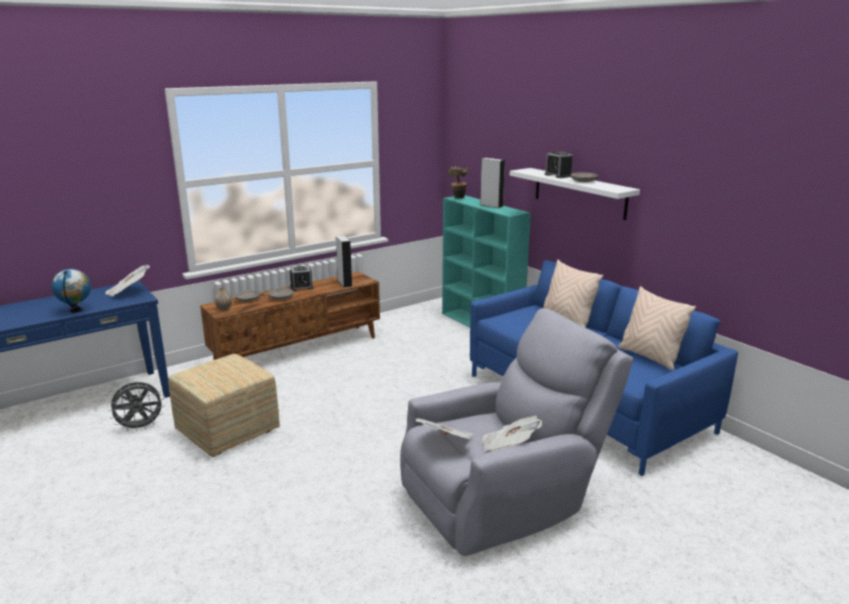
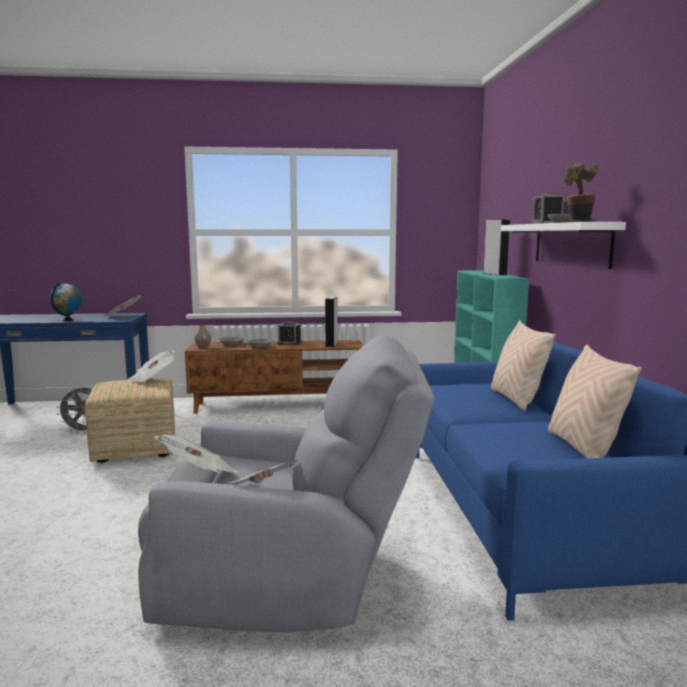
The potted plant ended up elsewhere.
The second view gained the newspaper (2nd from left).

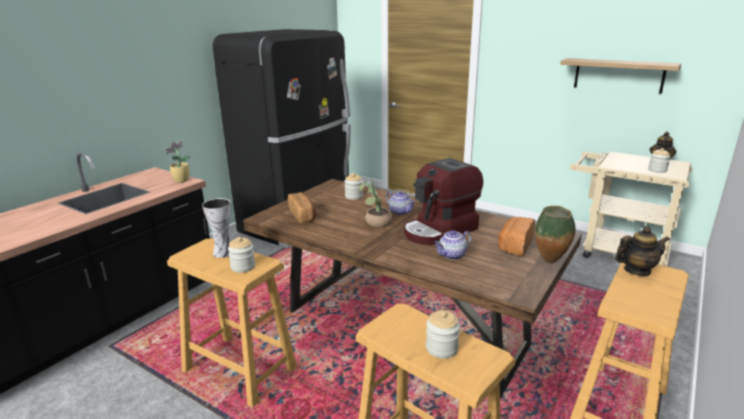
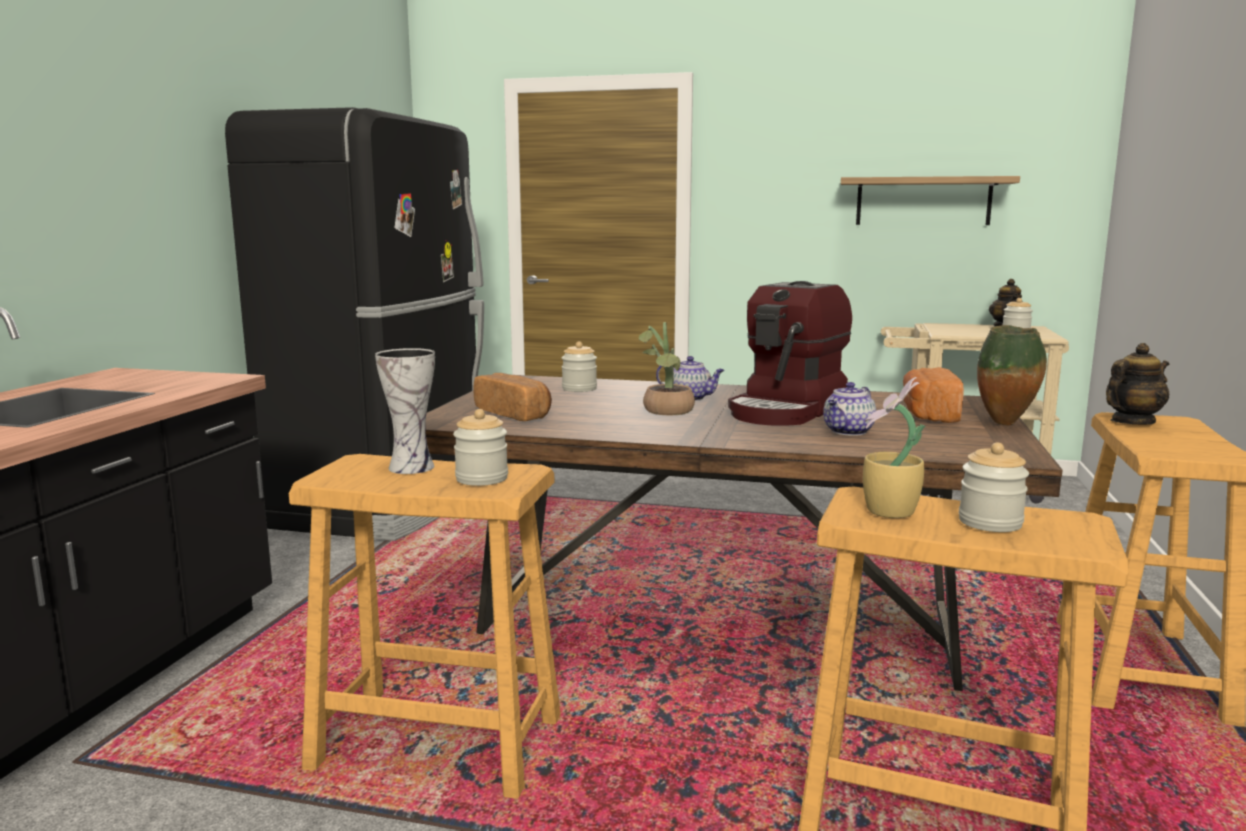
The potted plant (1st from left in the first image) ended up elsewhere.

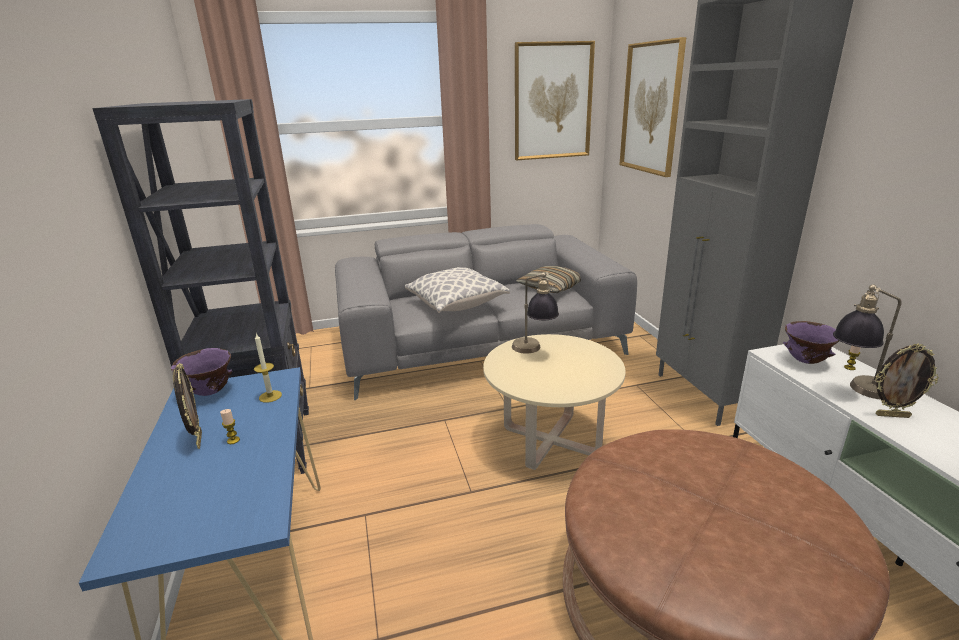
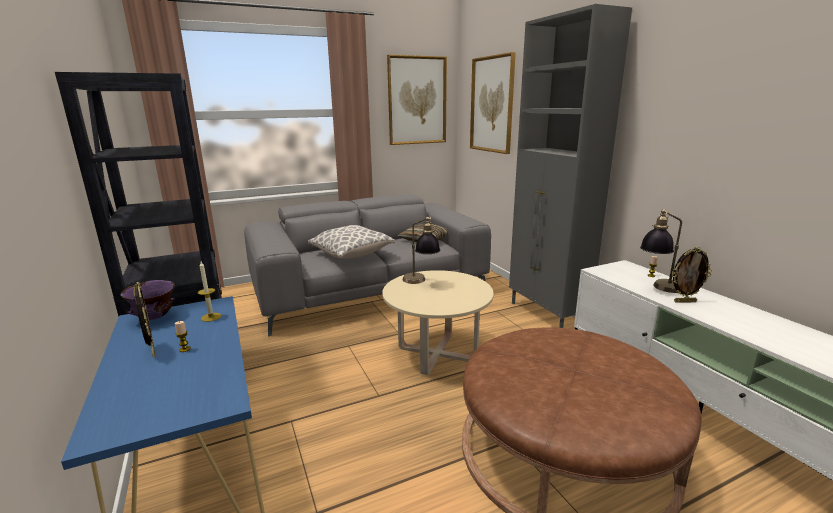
The second view lost the purple bowl (2nd from left).

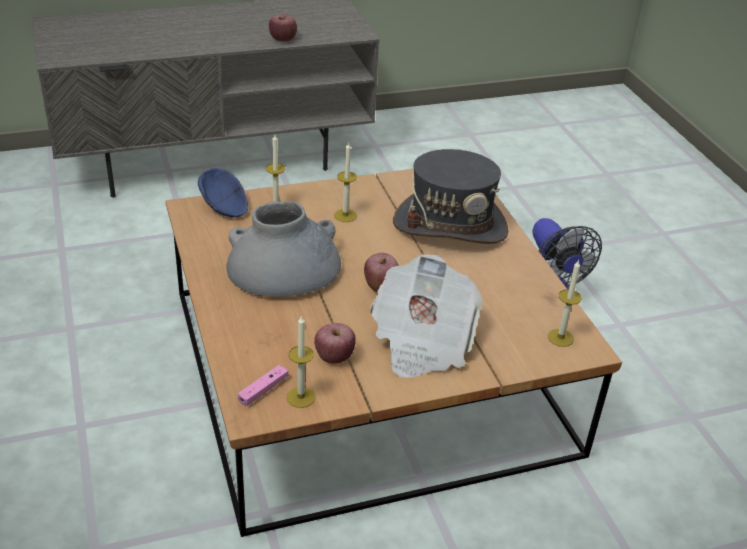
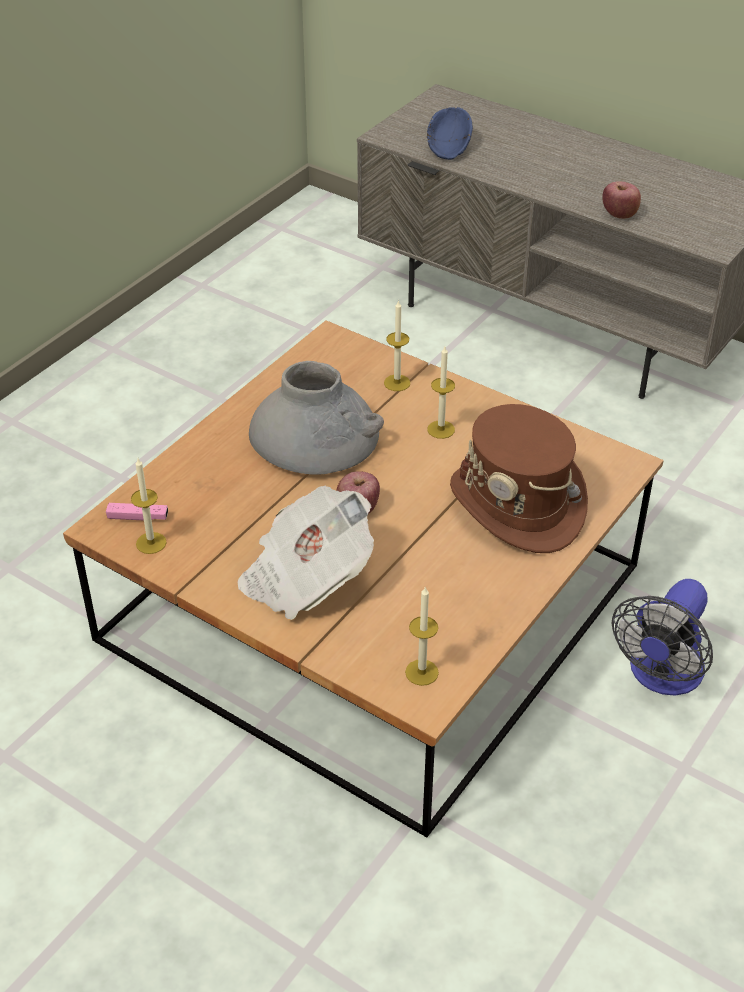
The blue bowl ended up elsewhere.
The second view lost the apple (2nd from left).
What was the grey hat turned into the brown hat.

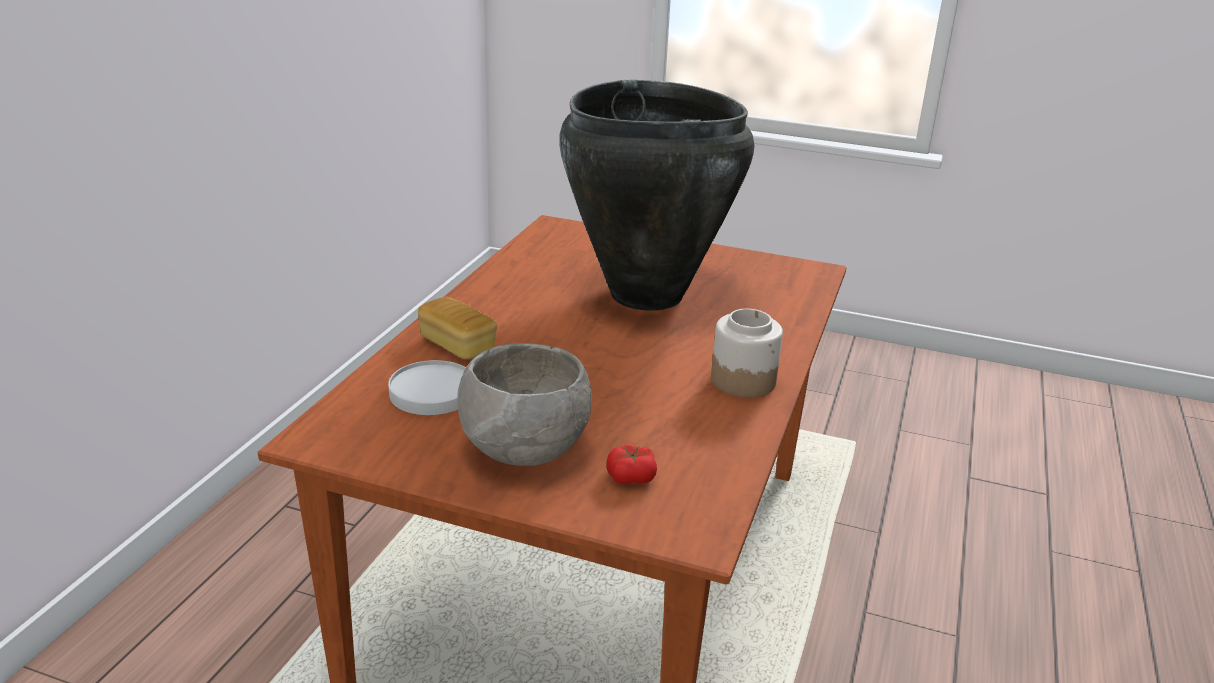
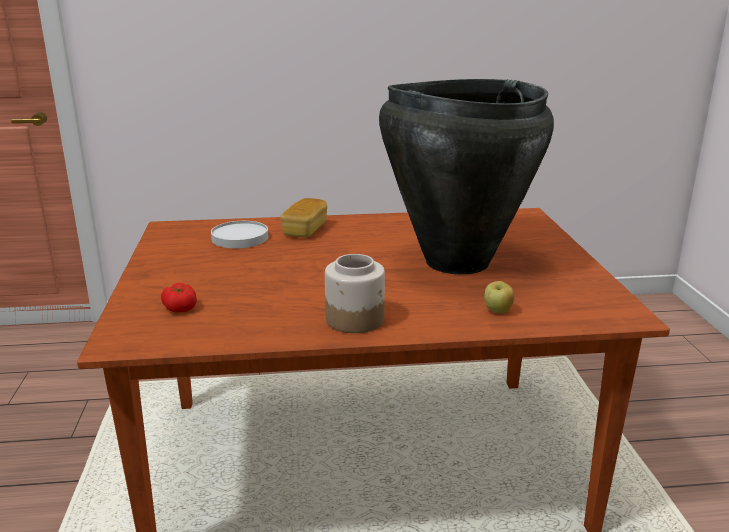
The second view lost the grey bowl.
The second view gained the apple.

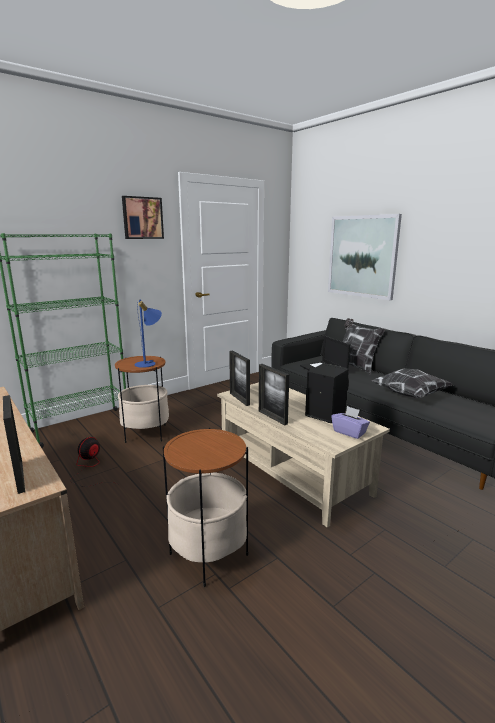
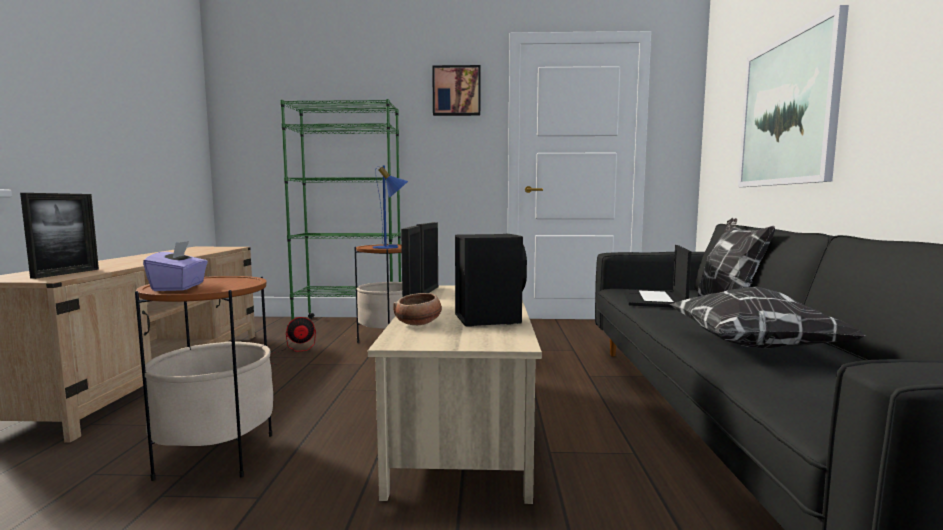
The purple tissue box ended up elsewhere.
The second view gained the bowl.

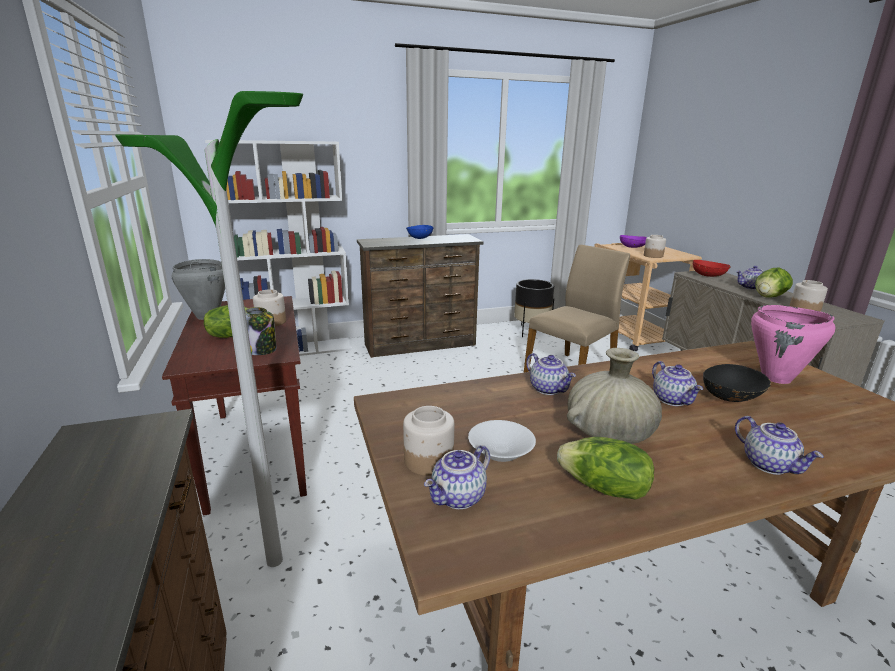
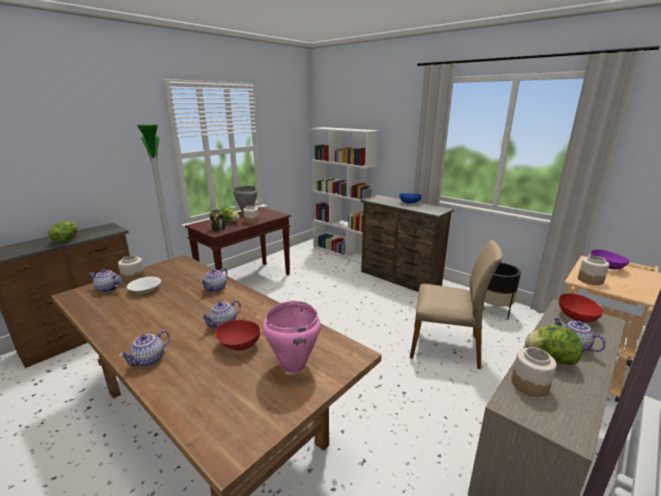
The lettuce (2nd from left in the first image) ended up elsewhere.
The second view lost the beige vase.
What was the black bowl turned into the red bowl (1st from left).

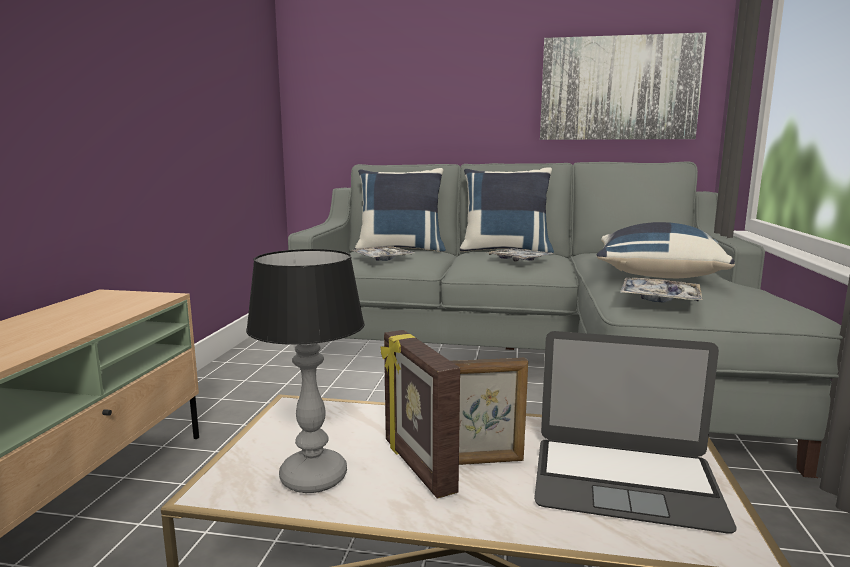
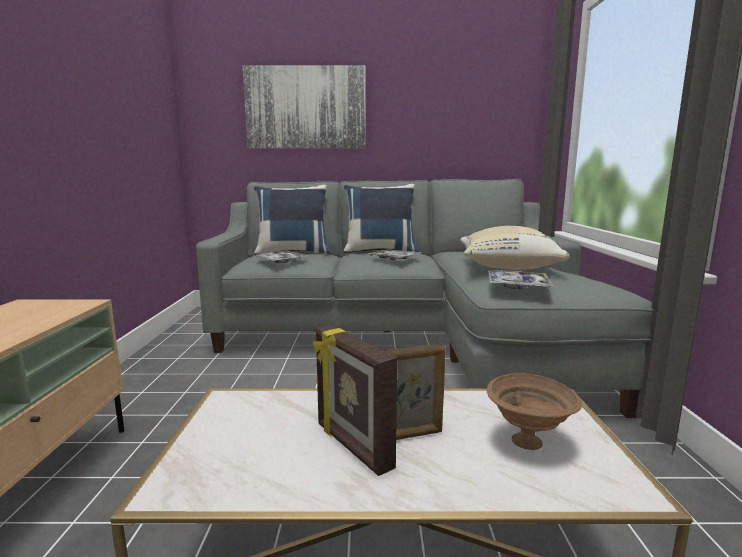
The second view lost the table lamp.
Where the laptop stood, the brown bowl came to stand.
The picture ended up elsewhere.
What was the blue pillow (3rd from left) turned into the beige pillow.

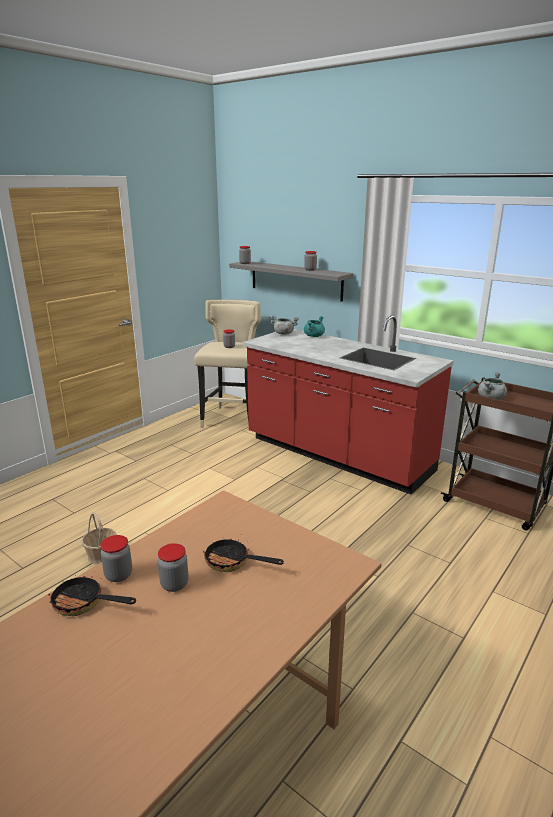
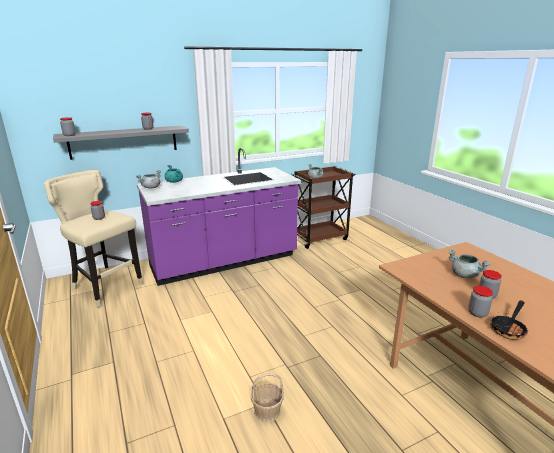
Where the frying pan (2nd from left) stood, the grey cooking pot (3rd from left) came to stand.
What was the red counter turned into the purple counter.

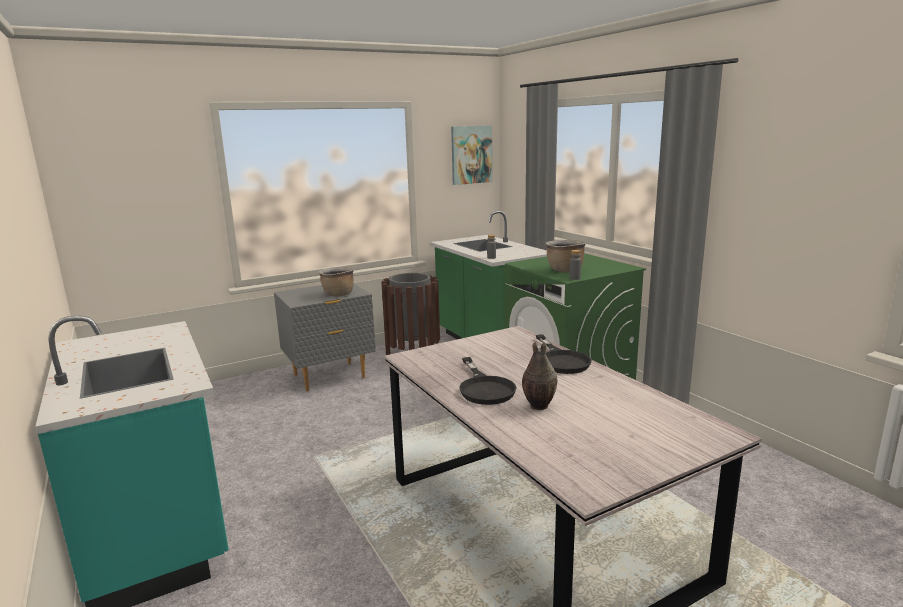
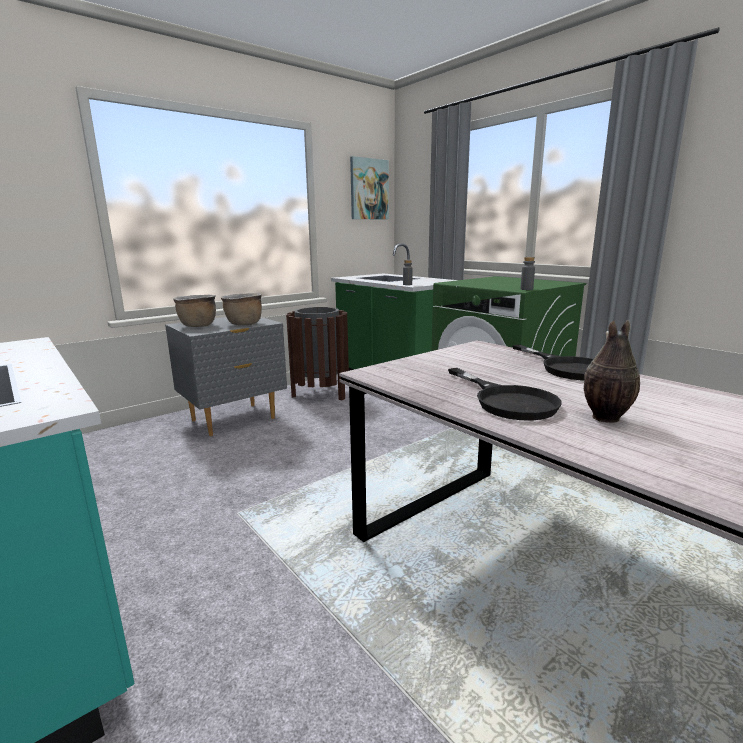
The brown cooking pot (2nd from left in the first image) ended up elsewhere.

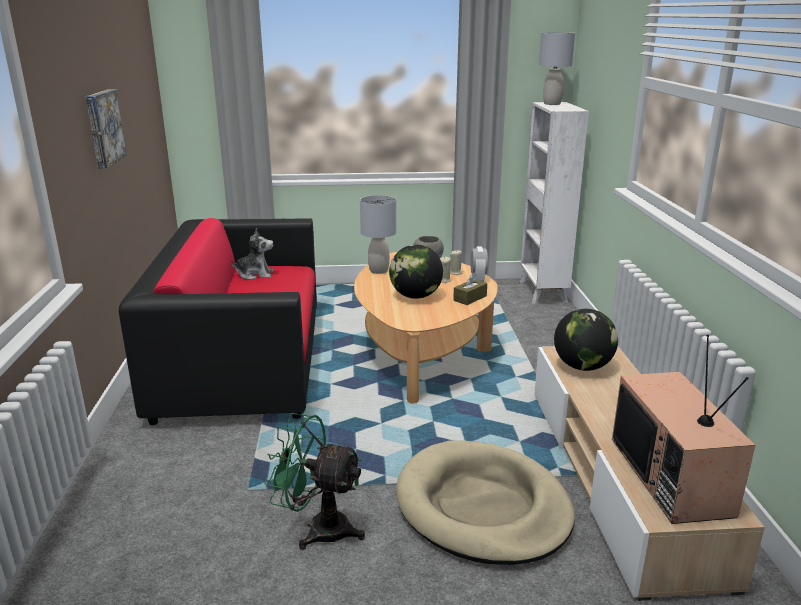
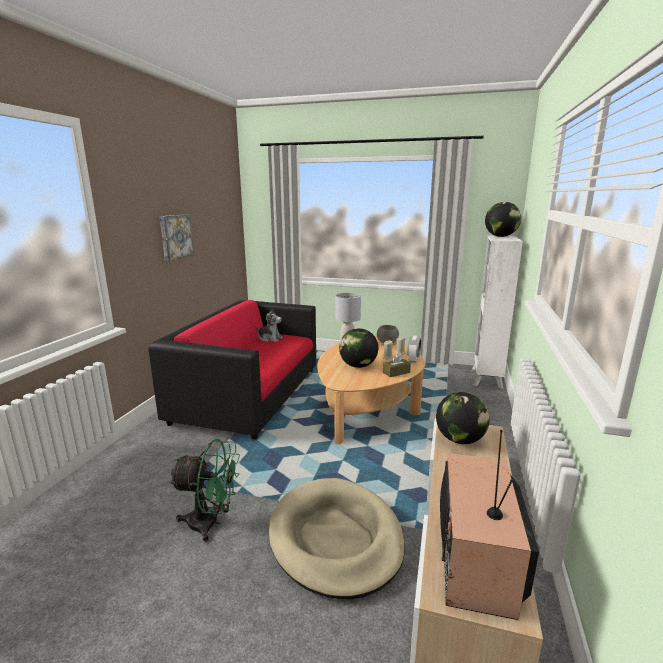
The green fan ended up facing another way, 150 degrees clockwise from before.
Where the grey table lamp (2nd from left) stood, the globe (3rd from left) came to stand.

